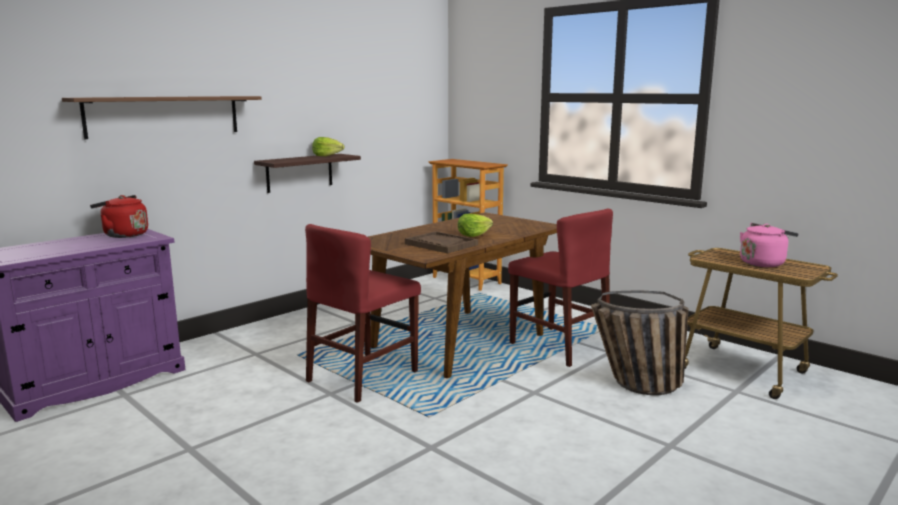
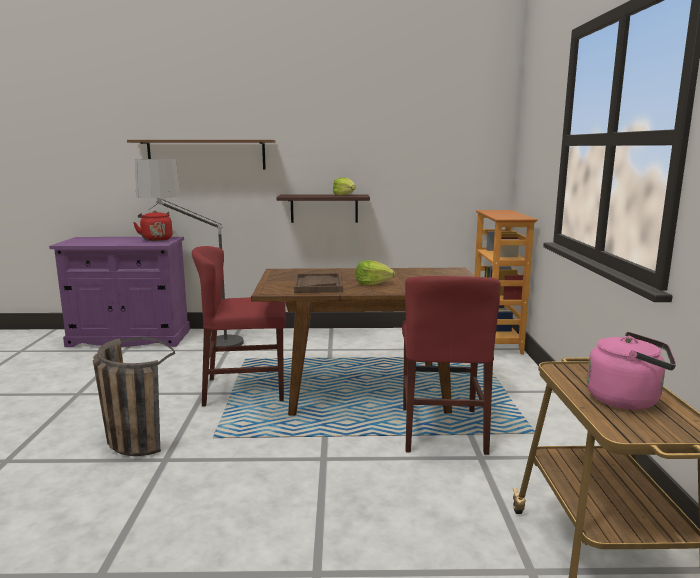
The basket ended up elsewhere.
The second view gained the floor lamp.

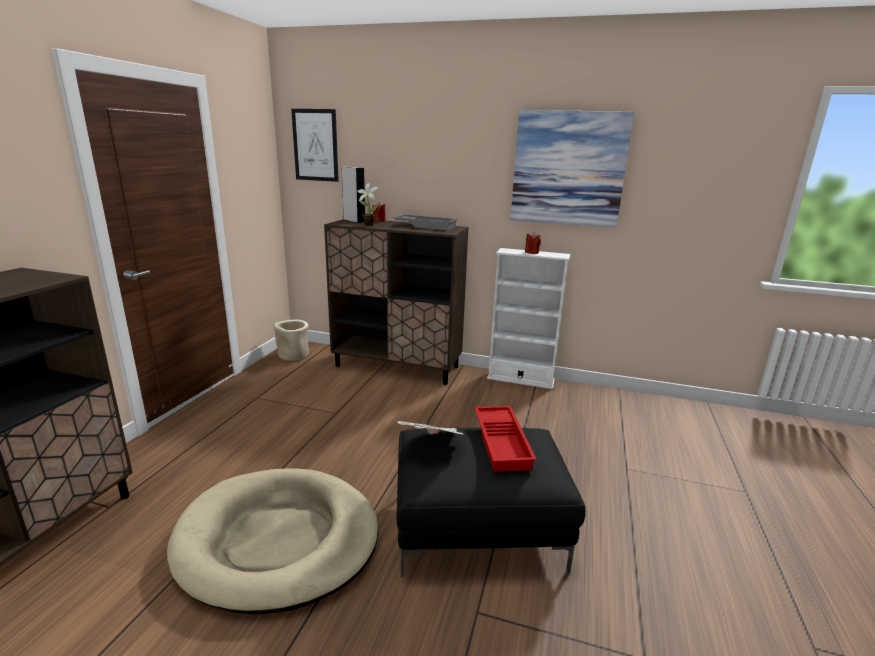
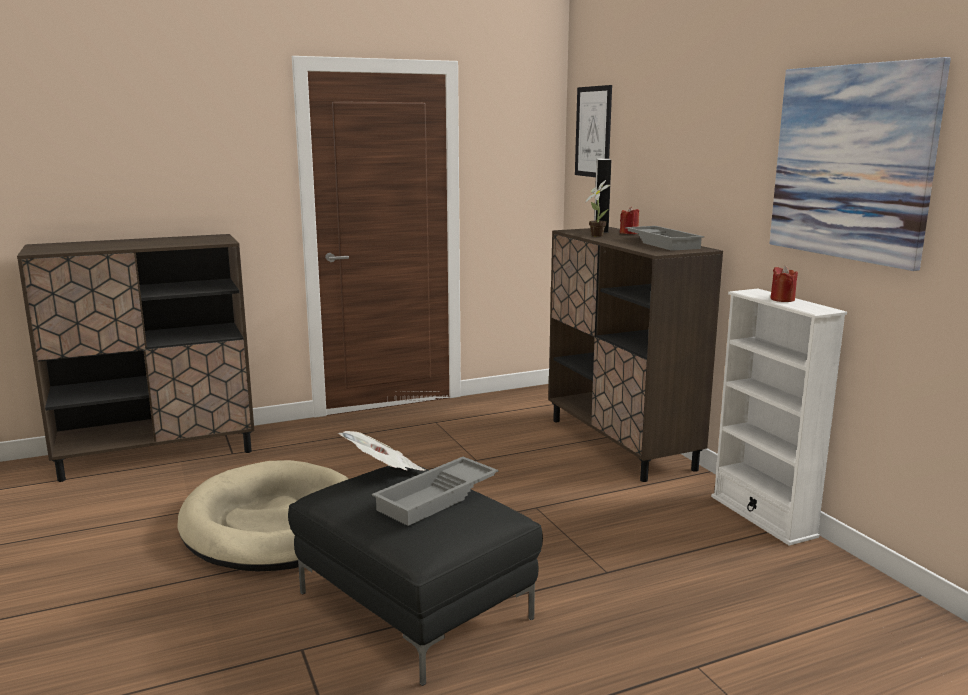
The second view lost the beige planter.
What was the red tray turned into the grey tray (1st from left).

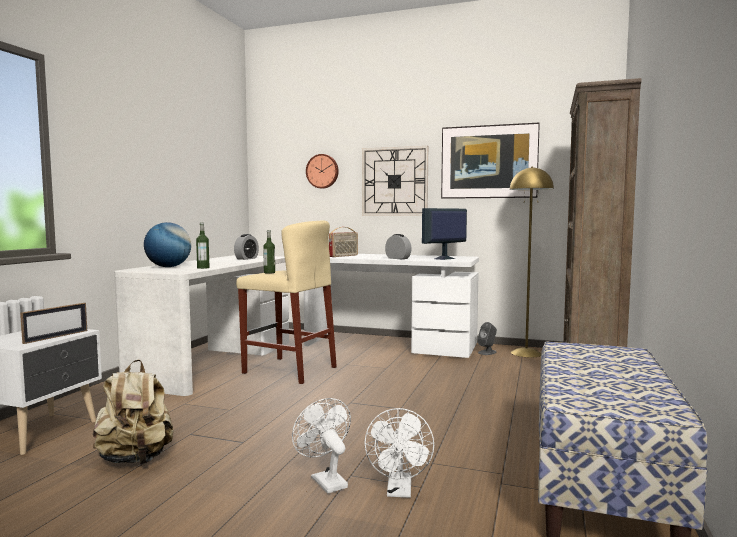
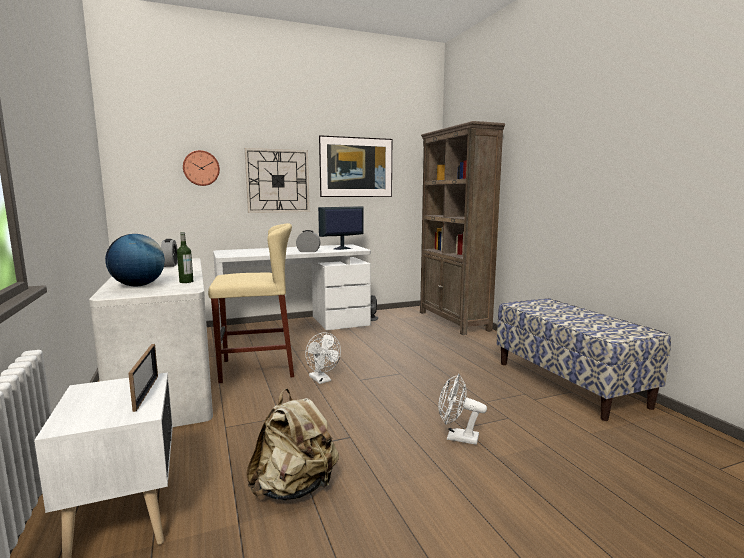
The second view lost the bottle (2nd from left).
The second view lost the radio.
The white fan (2nd from left in the first image) ended up elsewhere.
The monitor ended up facing another way, 45 degrees clockwise from before.
The second view lost the yellow floor lamp.

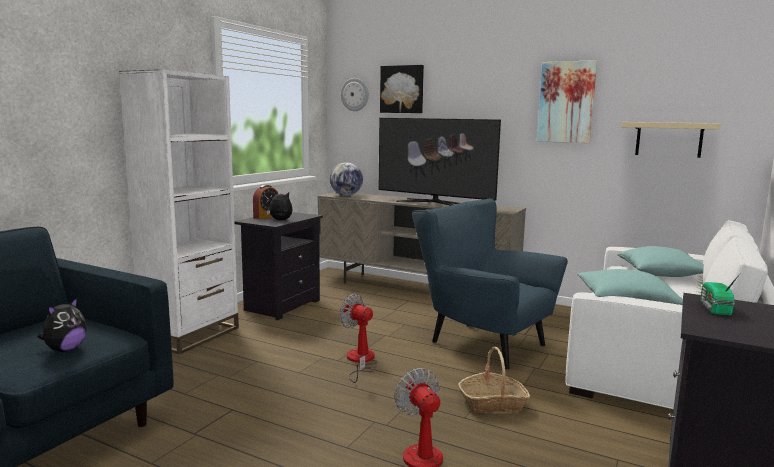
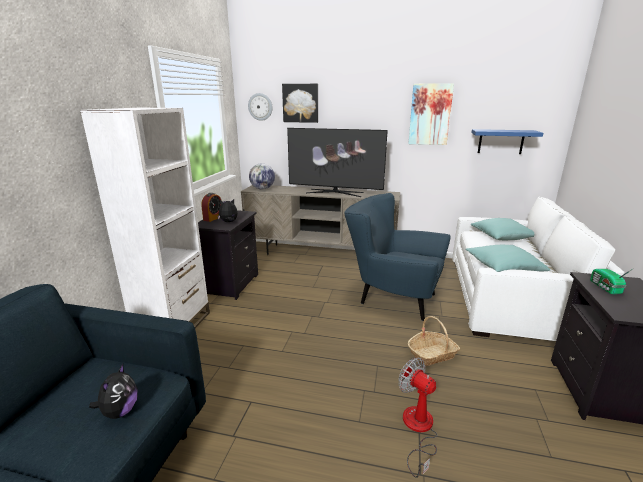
The second view lost the fan (1st from left).
What was the beige shelf turned into the blue shelf.

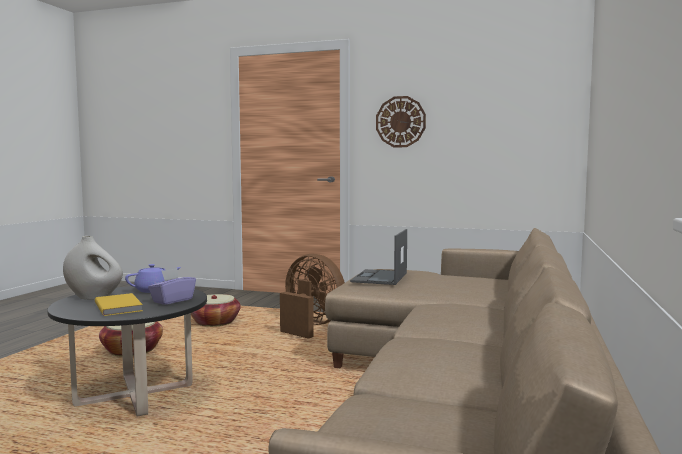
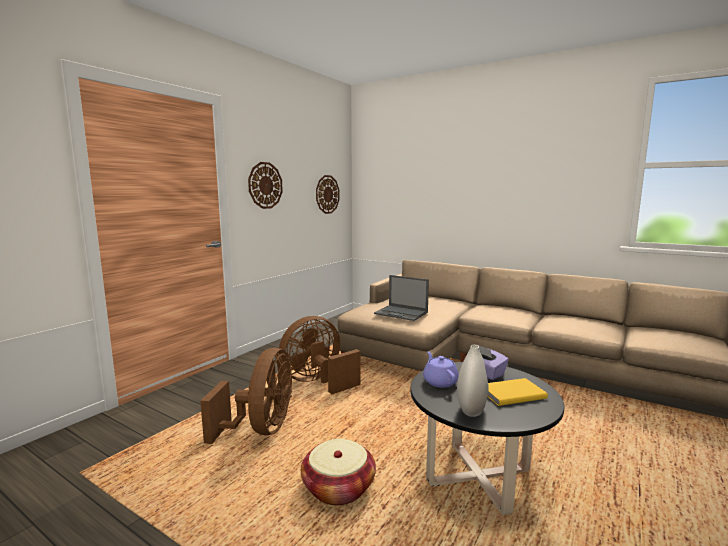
Where the basket (2nd from left) stood, the brown fan (1st from left) came to stand.
The second view gained the wall clock (2nd from left).

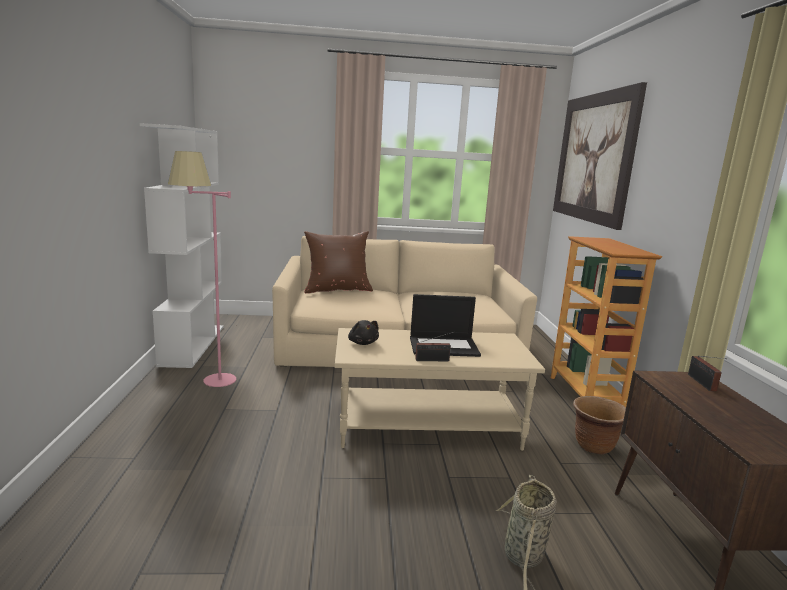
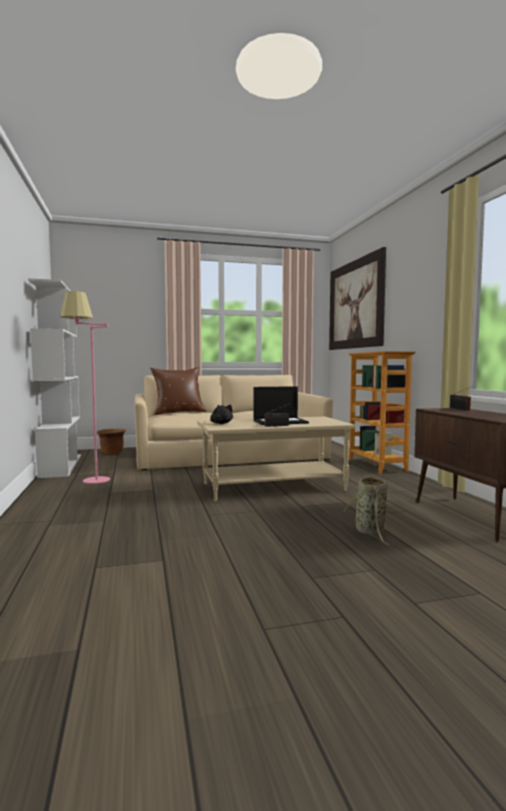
The brown planter ended up elsewhere.

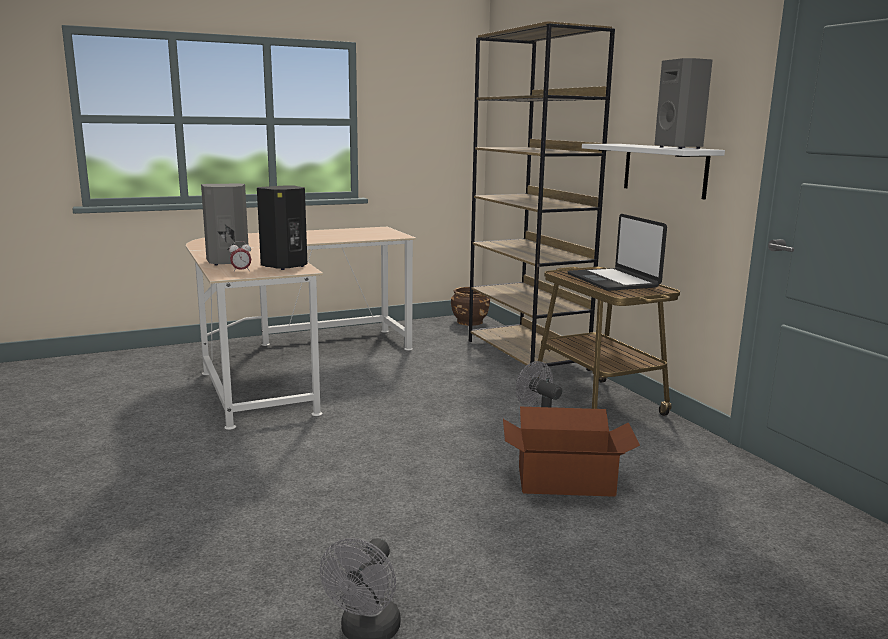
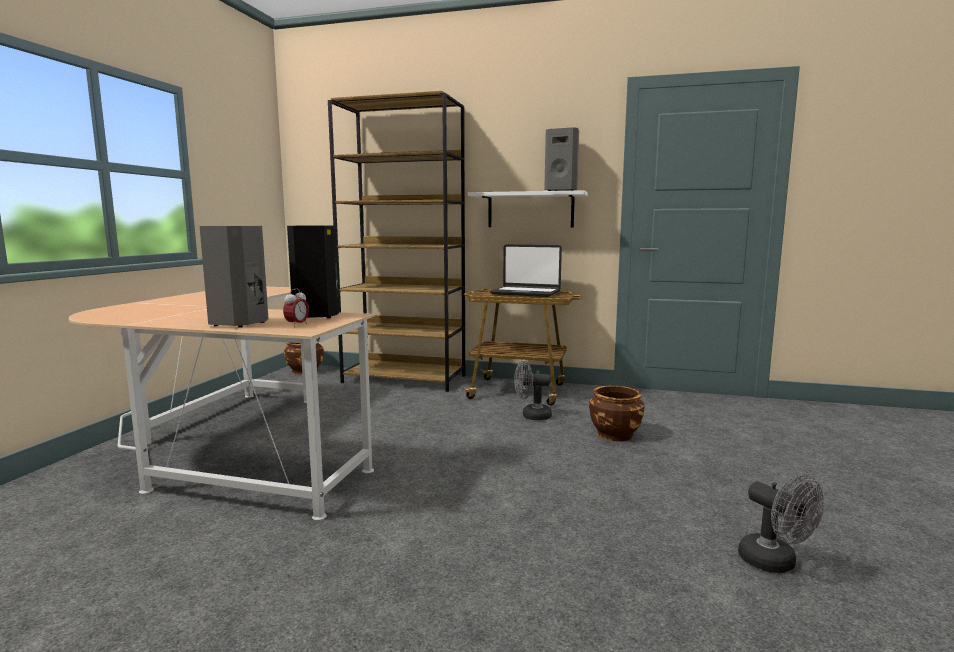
Where the cardboard box stood, the brown planter (2nd from left) came to stand.

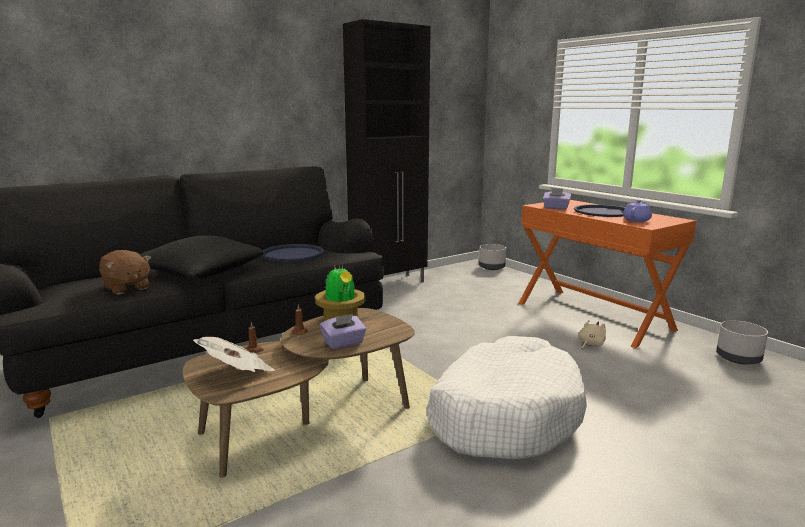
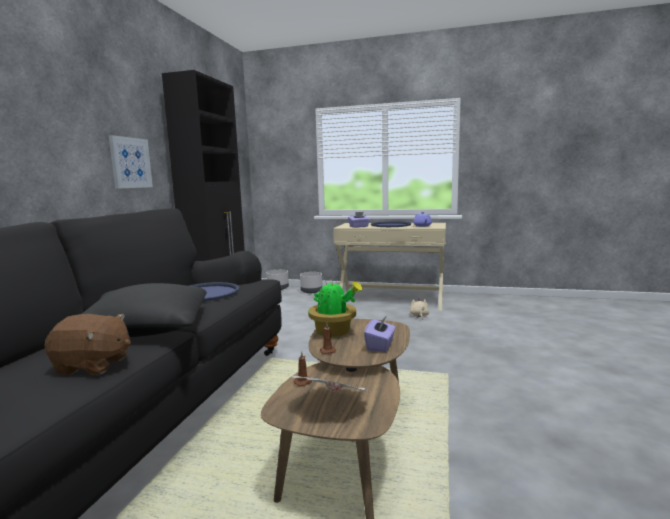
The second view lost the white dog bed.
What was the orange console table turned into the beige console table.
The grey planter (2nd from left) ended up elsewhere.
The second view gained the picture.

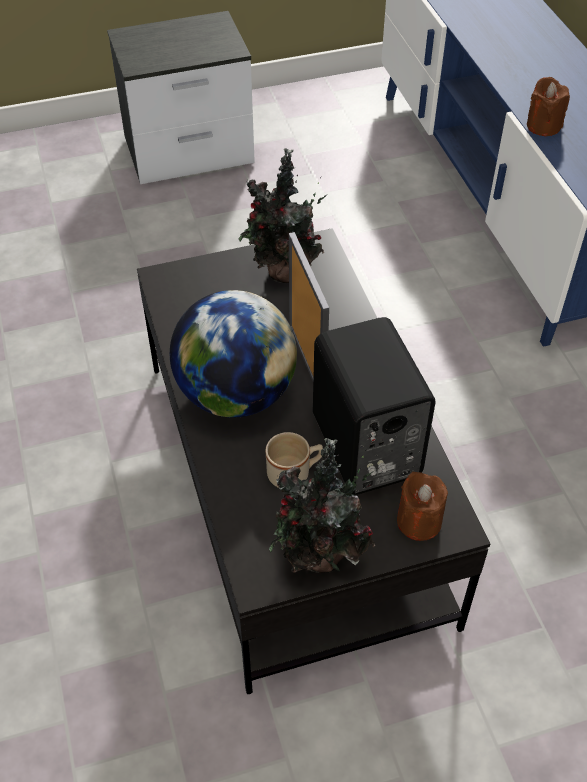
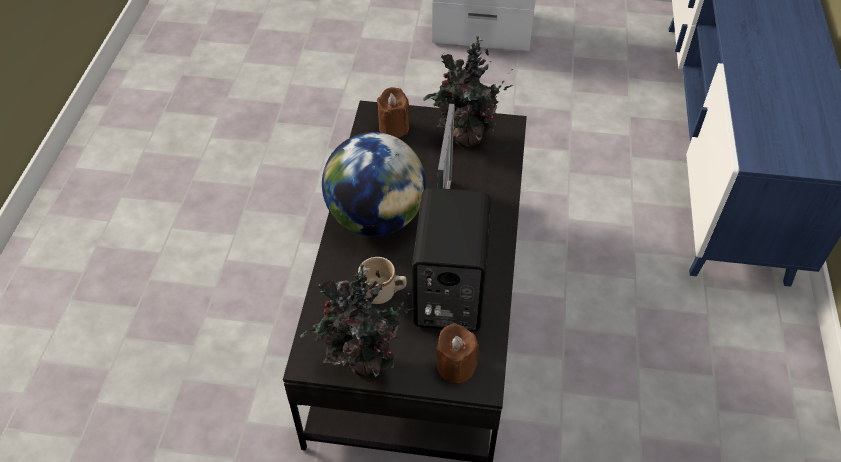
The brown candle (2nd from left in the first image) ended up elsewhere.

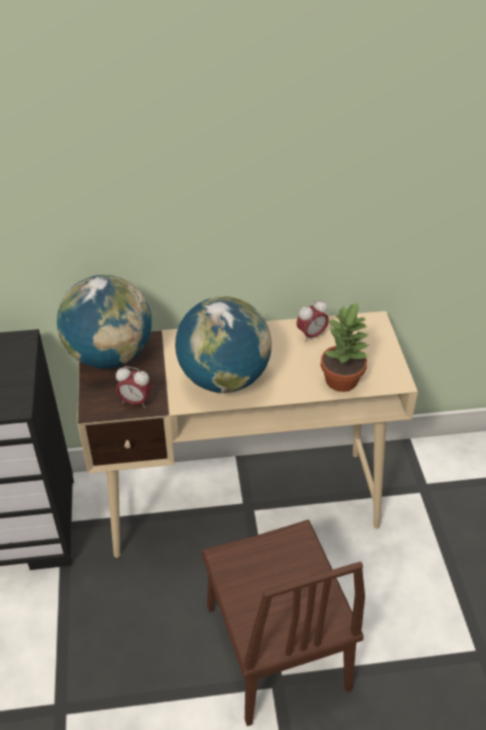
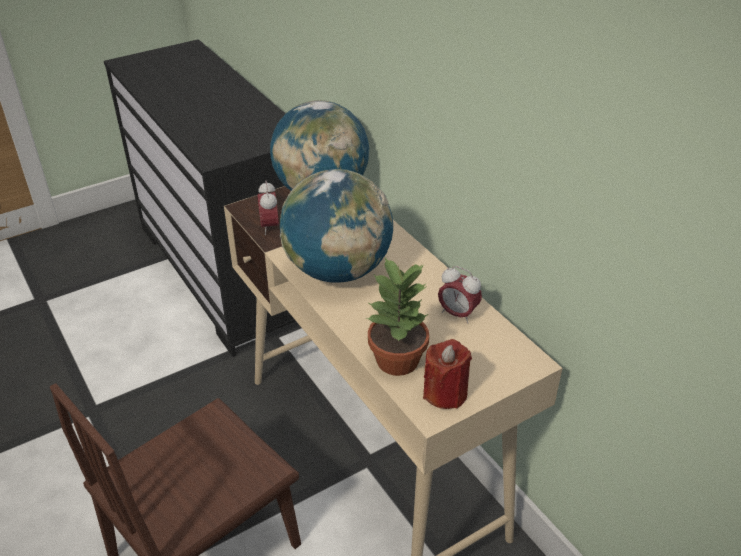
The second view gained the red candle.

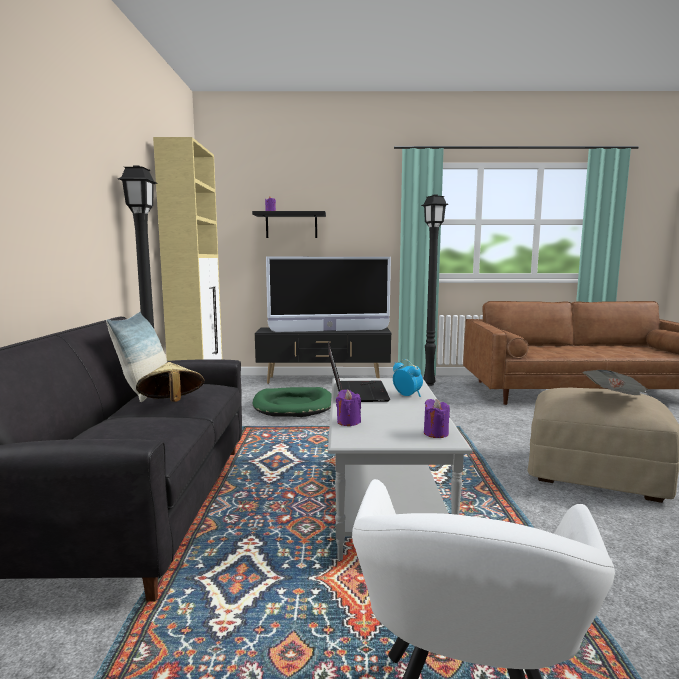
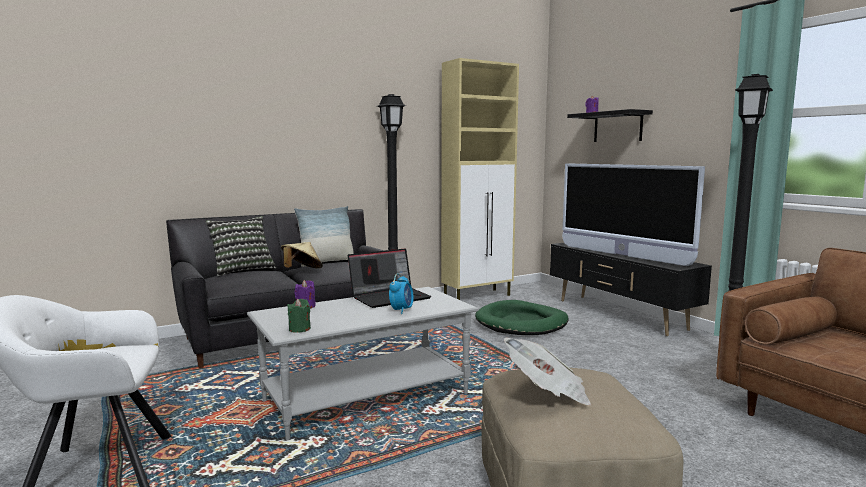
What was the purple candle (3rd from left) turned into the green candle.
The second view gained the pillow (1st from left).

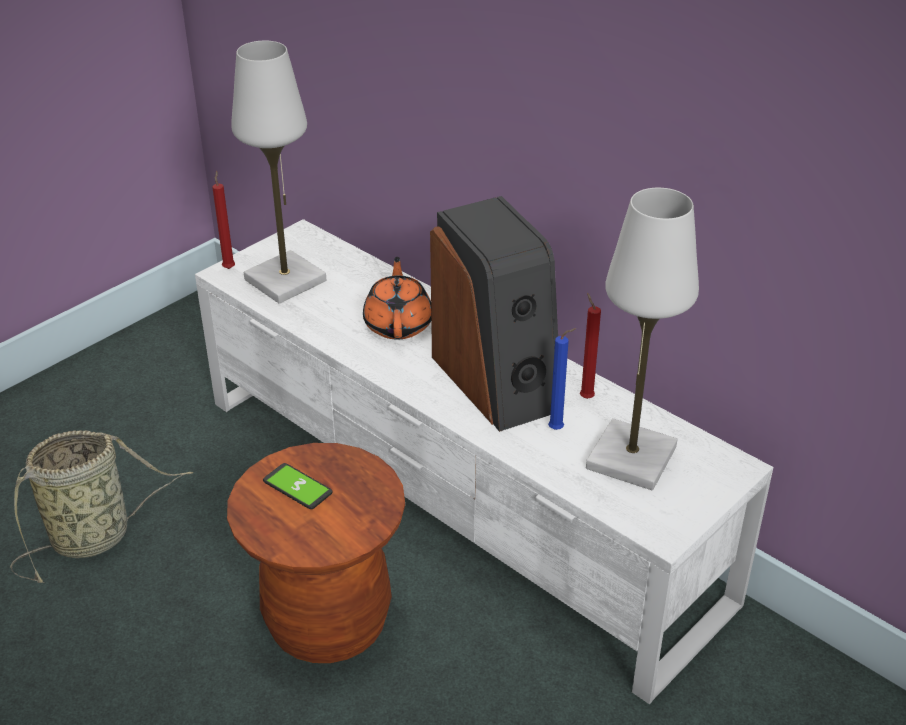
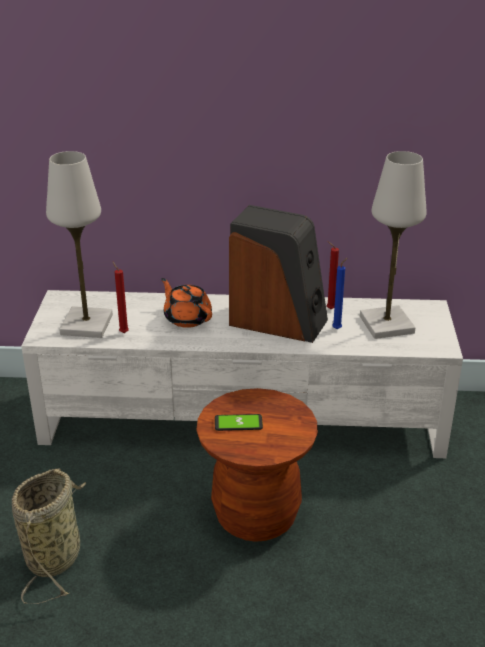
The red candle (1st from left) ended up elsewhere.

